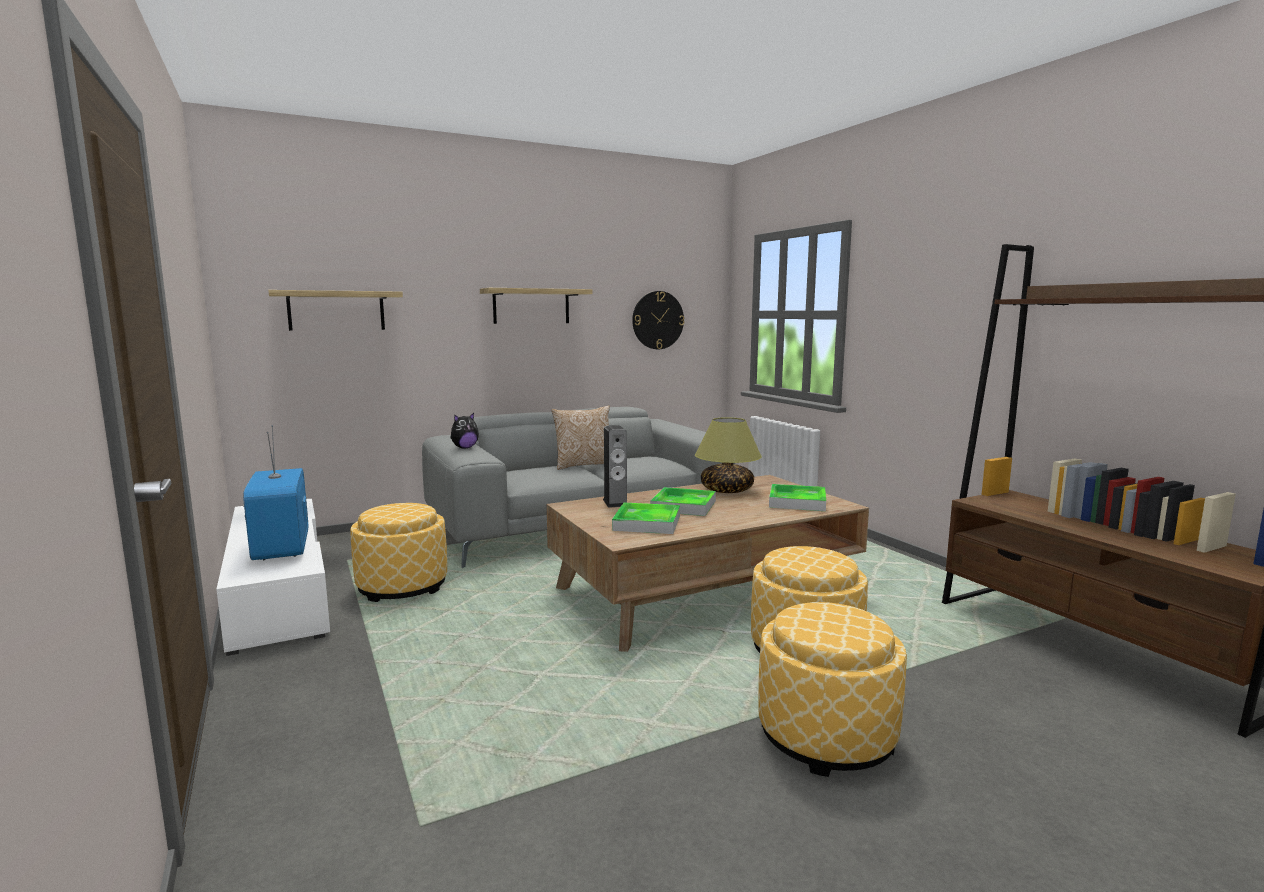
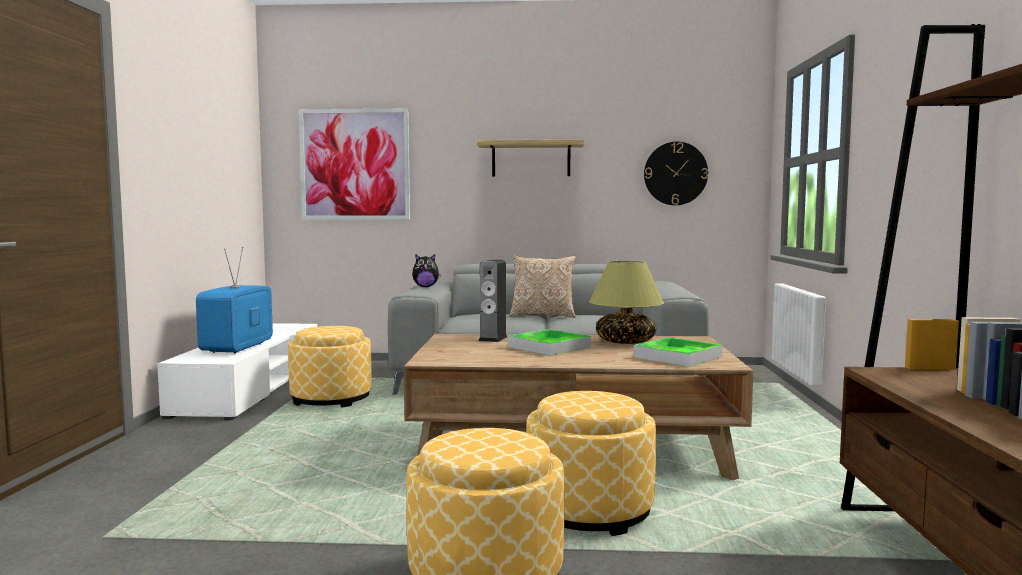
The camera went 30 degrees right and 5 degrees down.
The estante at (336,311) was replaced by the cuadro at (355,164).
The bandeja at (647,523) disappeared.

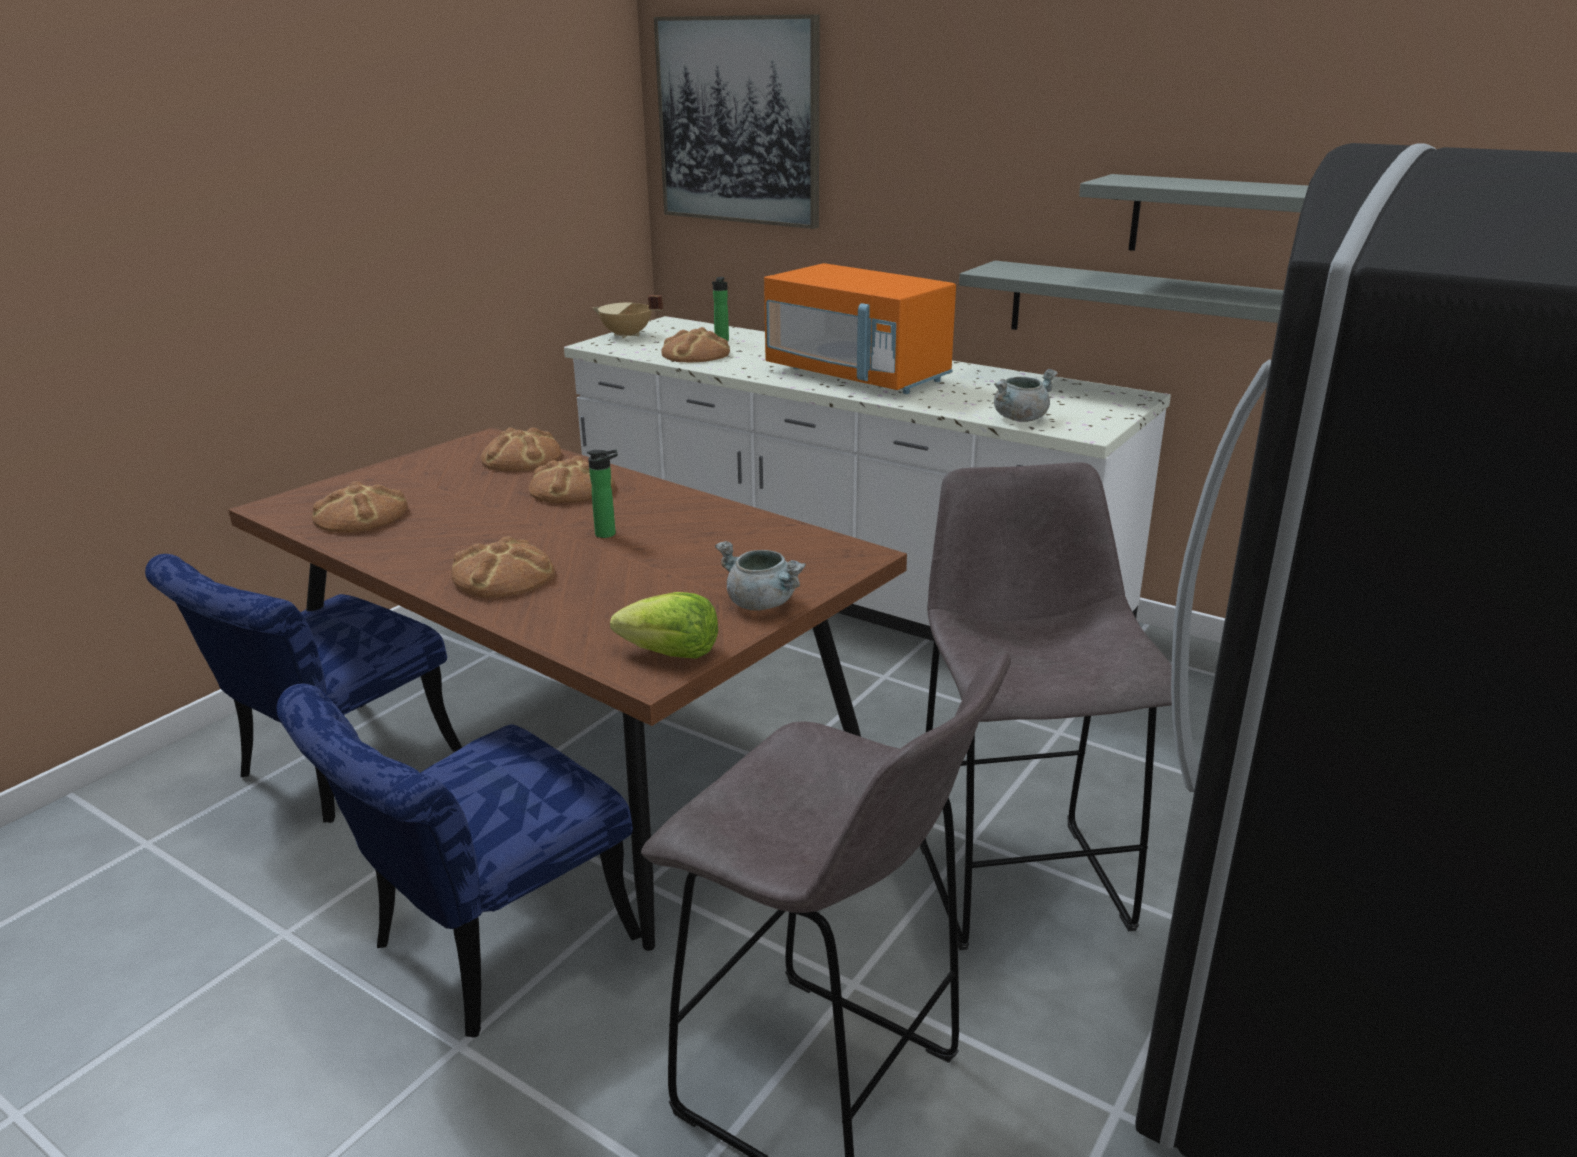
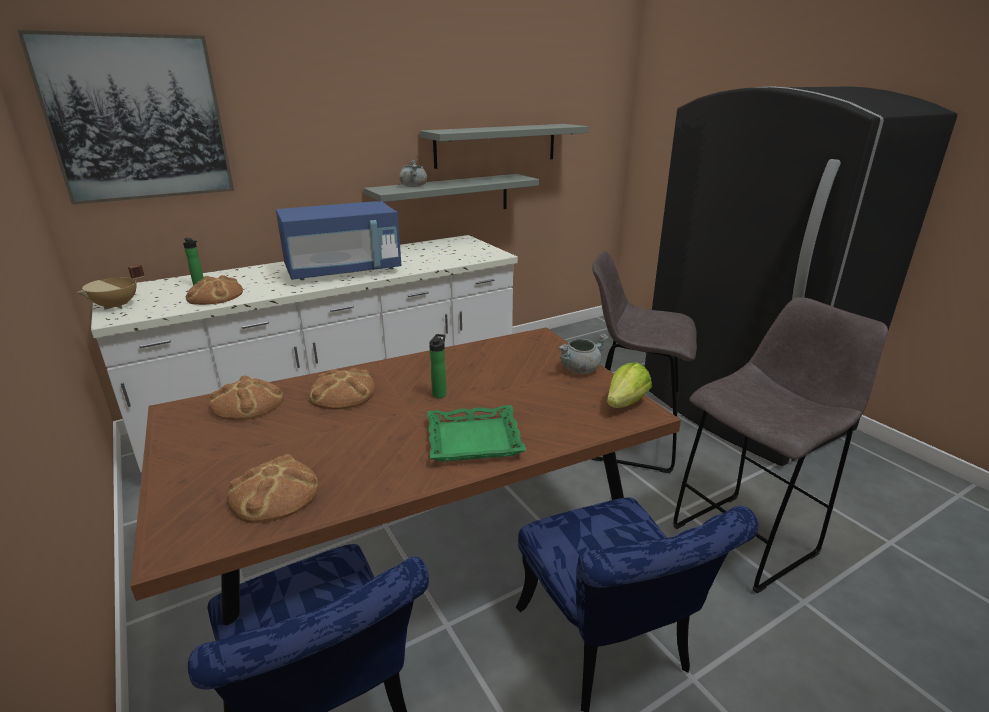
The camera went 65 degrees left and 0 degrees up.
The microondas [naranja] at (857,376) became the microondas [azul] at (343,271).
The olla [gris] moved from (1020,418) to (413,186).
The pan at (503,576) was replaced by the bandeja [verde] at (474,440).

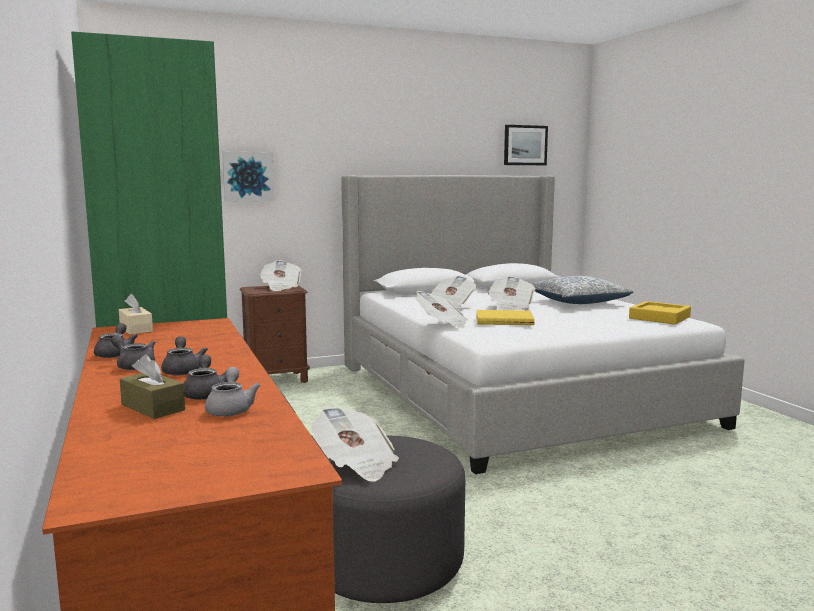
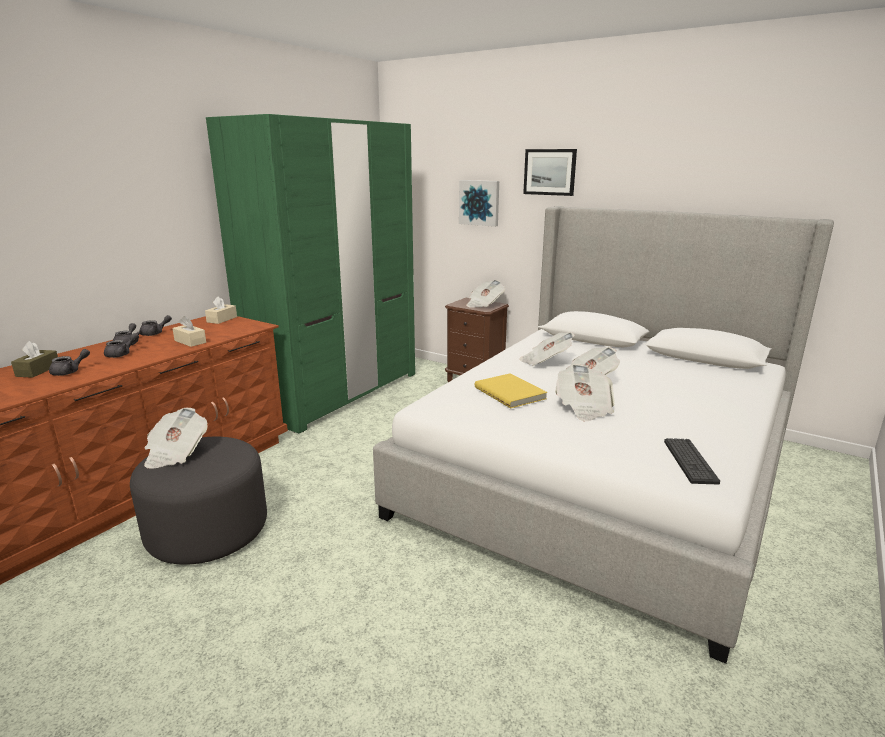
The camera went 55 degrees right and 10 degrees up.
The cuadro moved from (525,145) to (550,172).
The cojín at (578,302) disappeared.
The periódico moved from (442,324) to (583,408).
The bandeja [amarillo] at (659,318) was replaced by the teclado at (690,461).
The tetera [gris] at (231,409) disappeared.
The caja de pañuelos [beis] at (190,341) appeared.

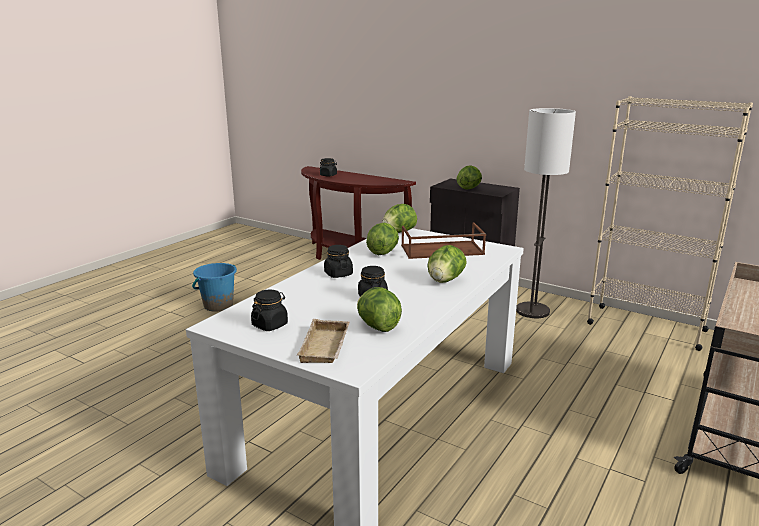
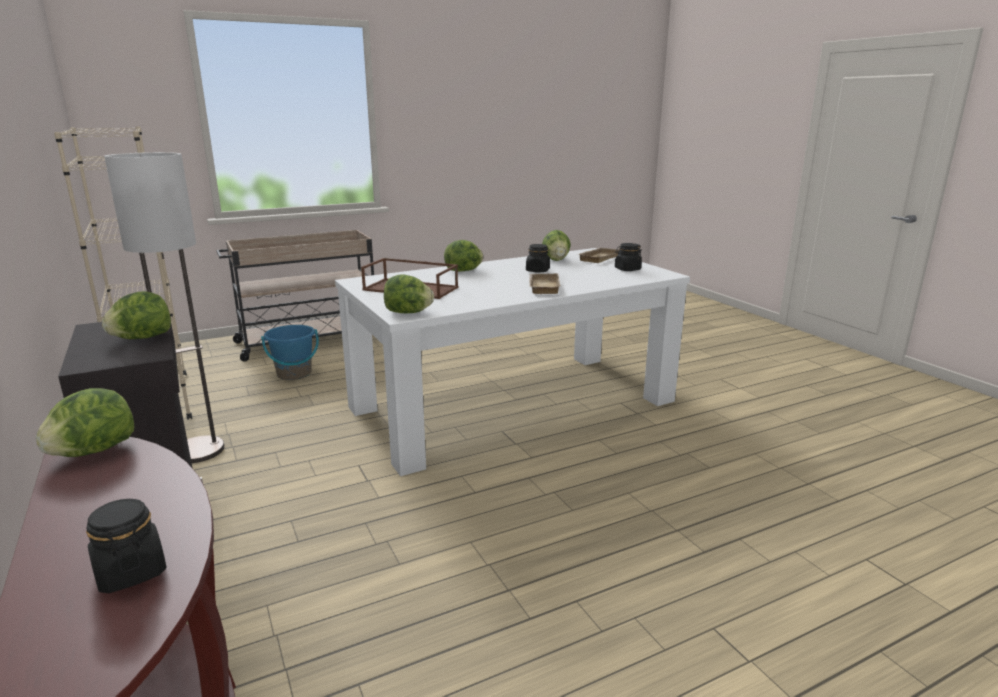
The camera went 150 degrees left and 0 degrees up.
The lechuga moved from (382,252) to (93,451).
The tarro [negro] at (338,274) was replaced by the bandeja [beis] at (542,287).
The cubo [azul] moved from (218,305) to (294,374).

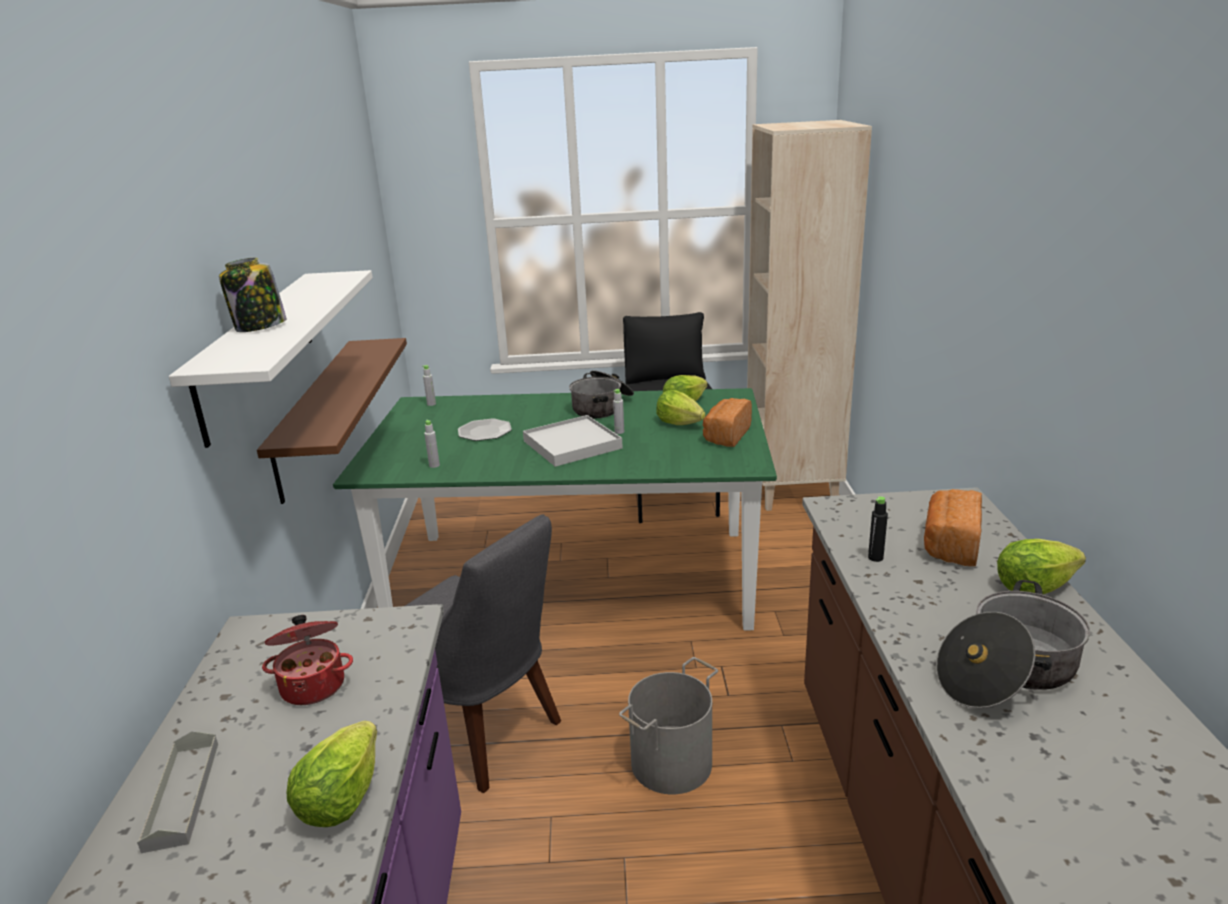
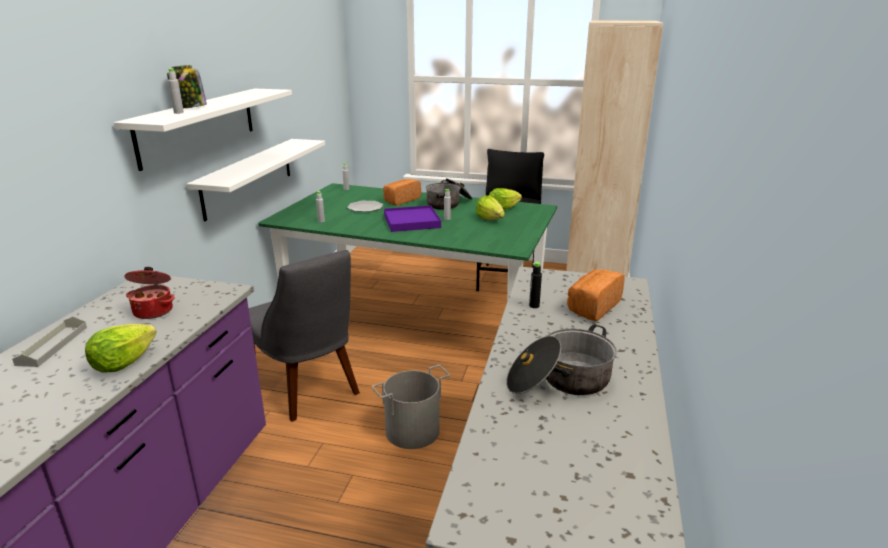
The camera went 15 degrees right and 0 degrees up.
The estante [marrón] at (316,415) became the estante [blanco] at (248,177).
The pan moved from (726,436) to (401,200).
The bandeja [blanco] at (572,445) became the bandeja [morado] at (411,221).
The lechuga at (1033,587) disappeared.
The botella [gris] at (178,113) appeared.

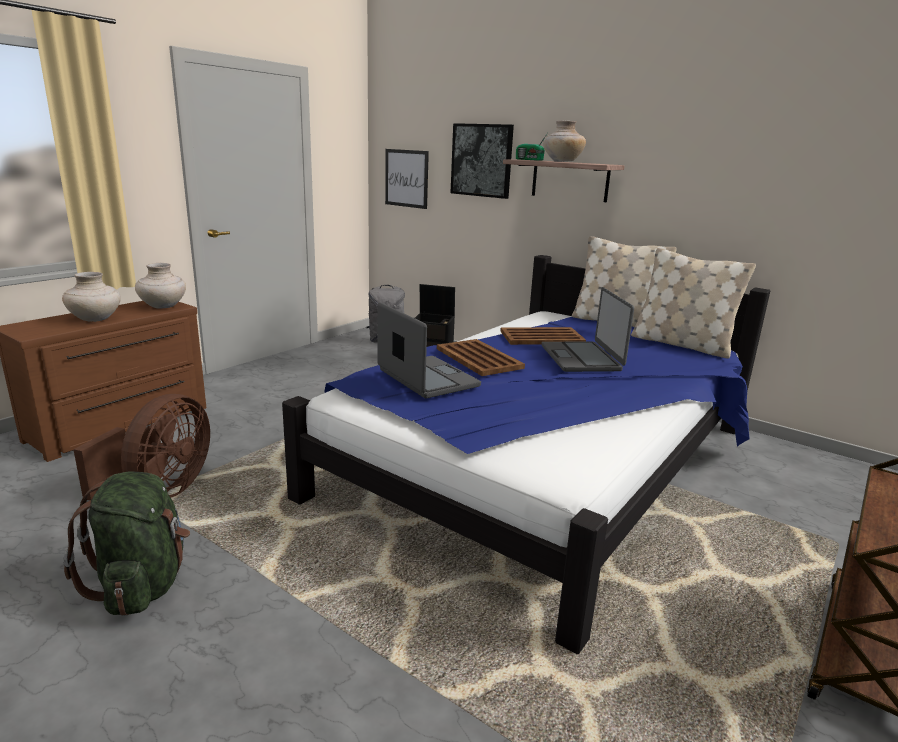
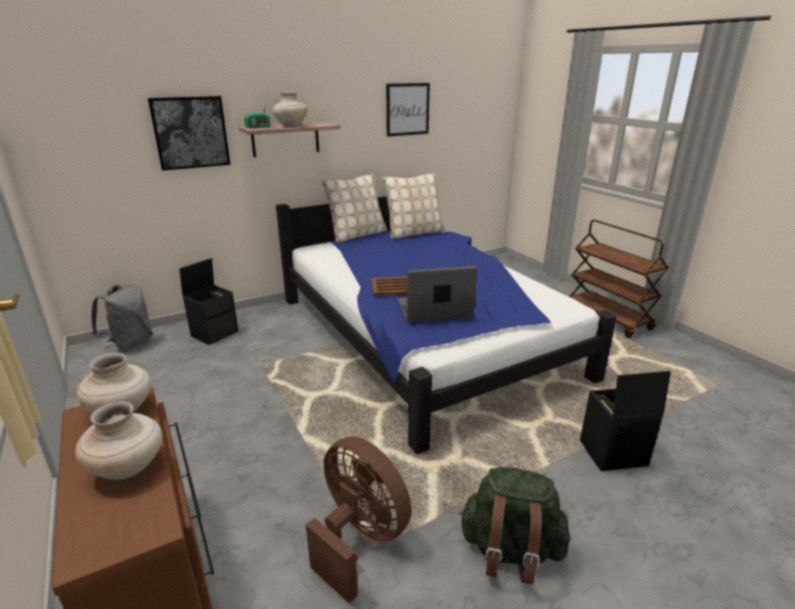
The camera went 65 degrees left and 5 degrees up.
The cuadro moved from (406,178) to (407,109).
The portátil at (582,358) disappeared.
The bandeja [marrón] at (542,337) disappeared.
The caja de almacenaje [negro] at (612,454) appeared.

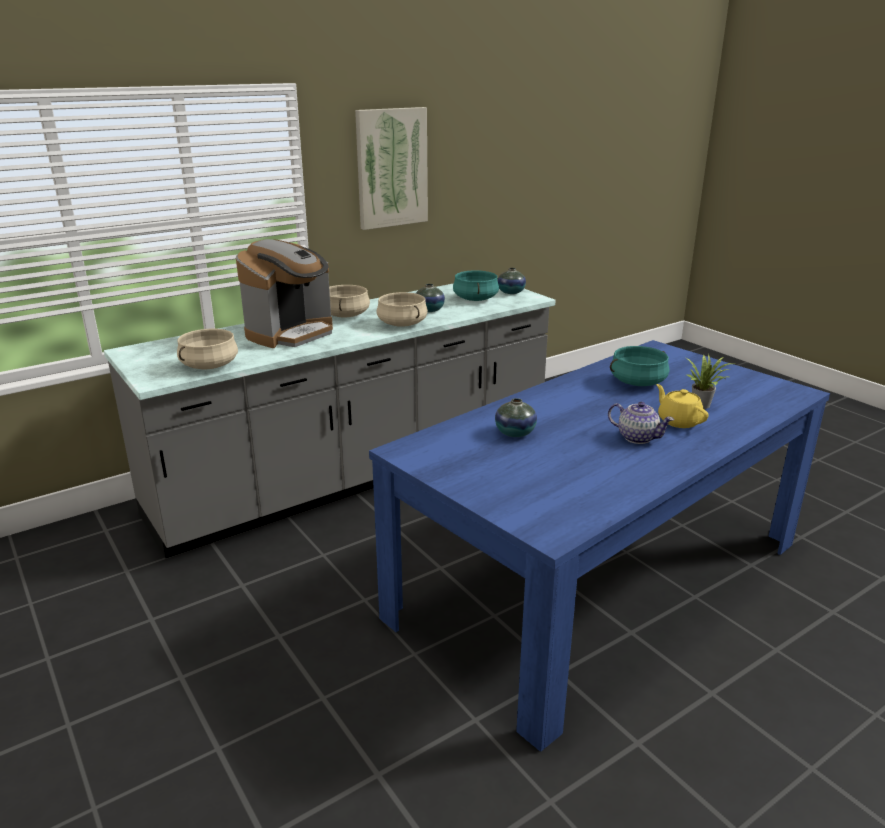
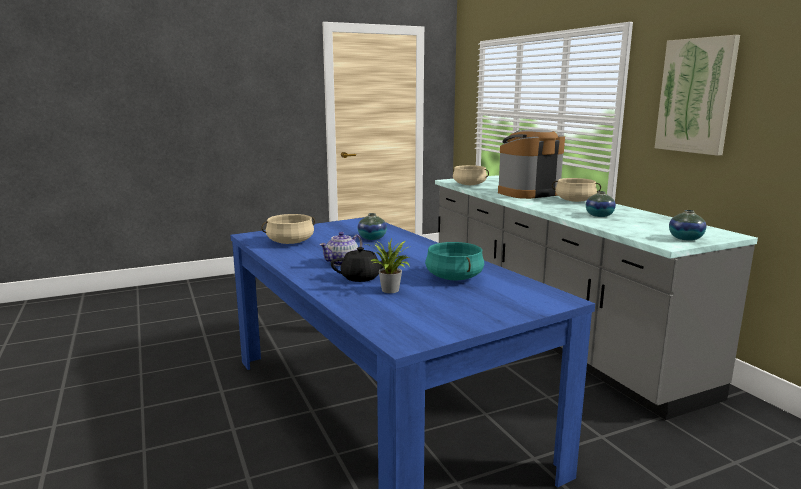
The camera went 100 degrees right and 10 degrees down.
The cafetera at (291,333) turned 105 degrees clockwise.
The olla [turquesa] at (475,299) disappeared.
The olla [beis] moved from (401,324) to (290,242).
The tetera [amarillo] at (678,421) became the tetera [negro] at (362,277).

